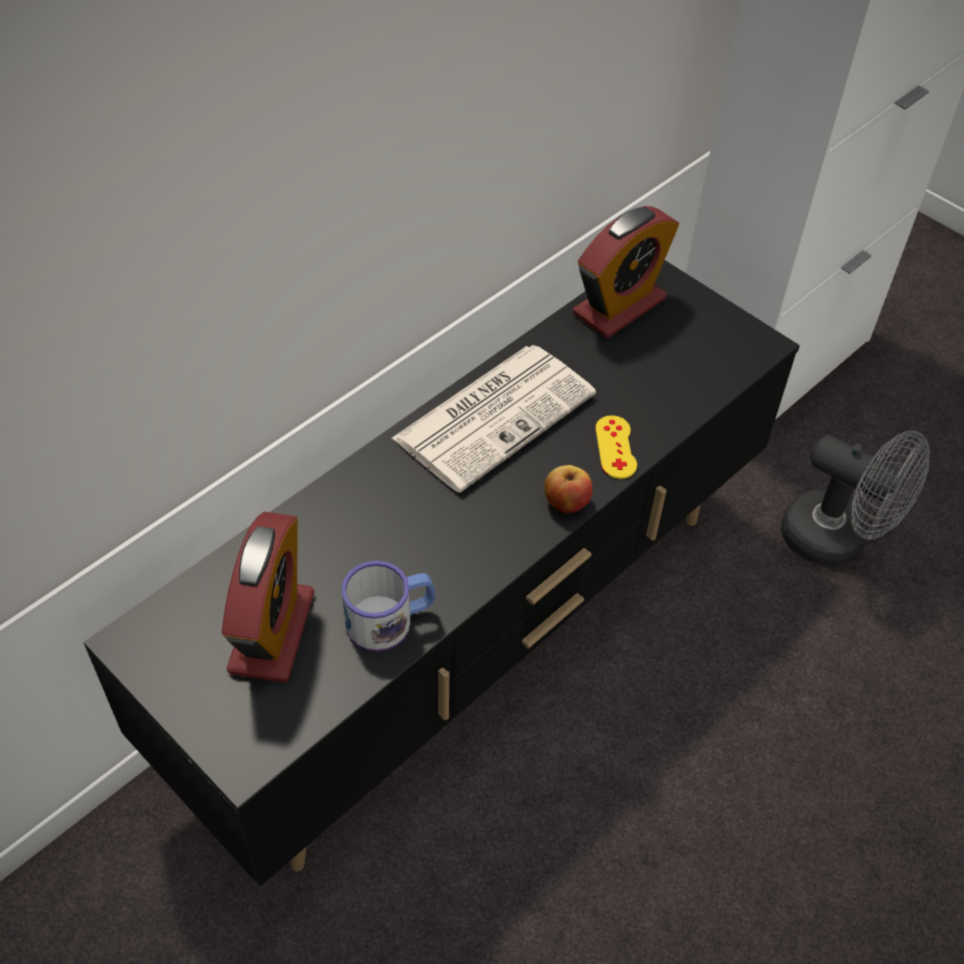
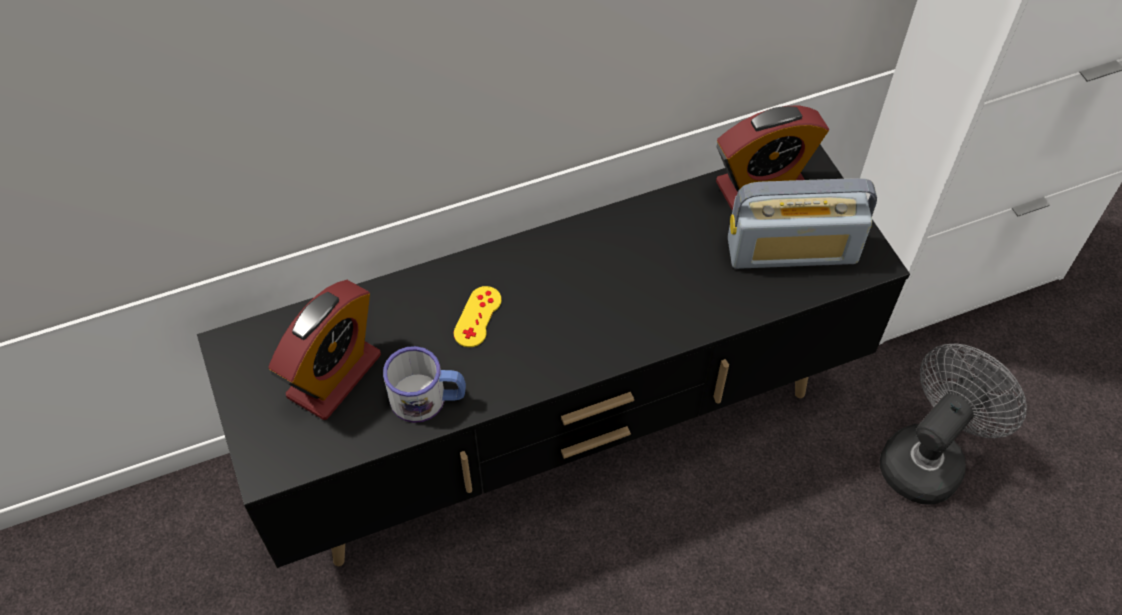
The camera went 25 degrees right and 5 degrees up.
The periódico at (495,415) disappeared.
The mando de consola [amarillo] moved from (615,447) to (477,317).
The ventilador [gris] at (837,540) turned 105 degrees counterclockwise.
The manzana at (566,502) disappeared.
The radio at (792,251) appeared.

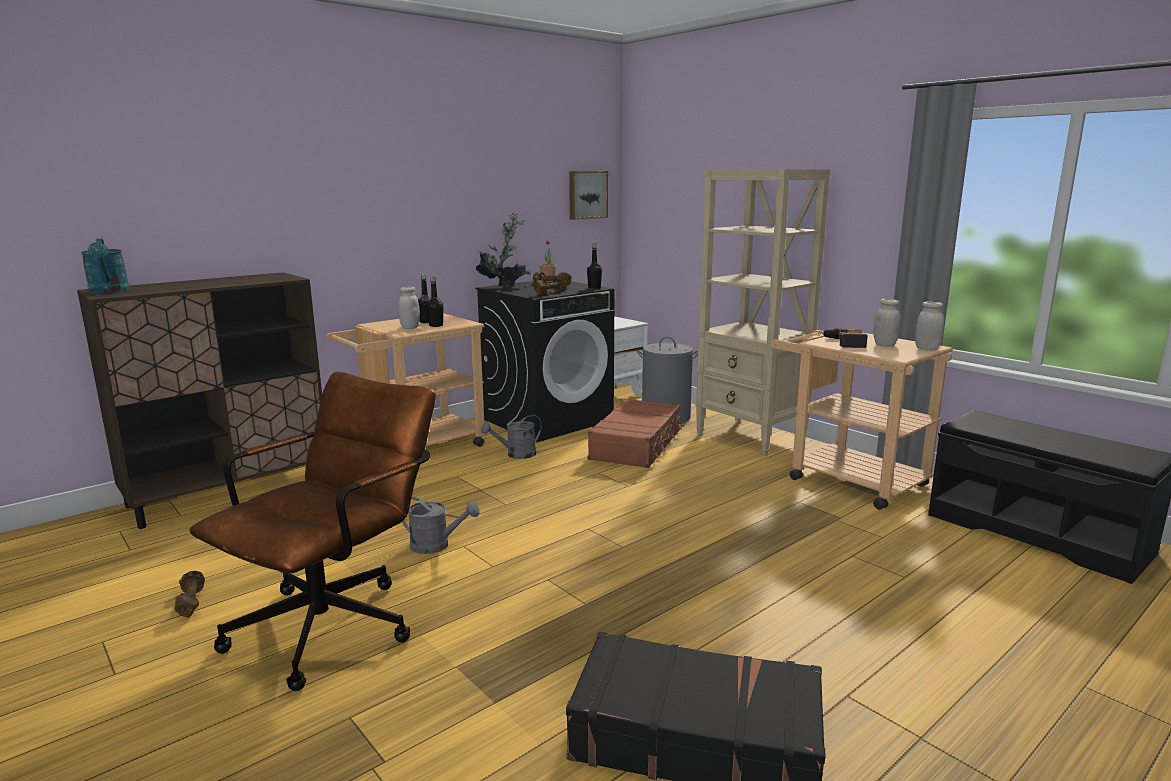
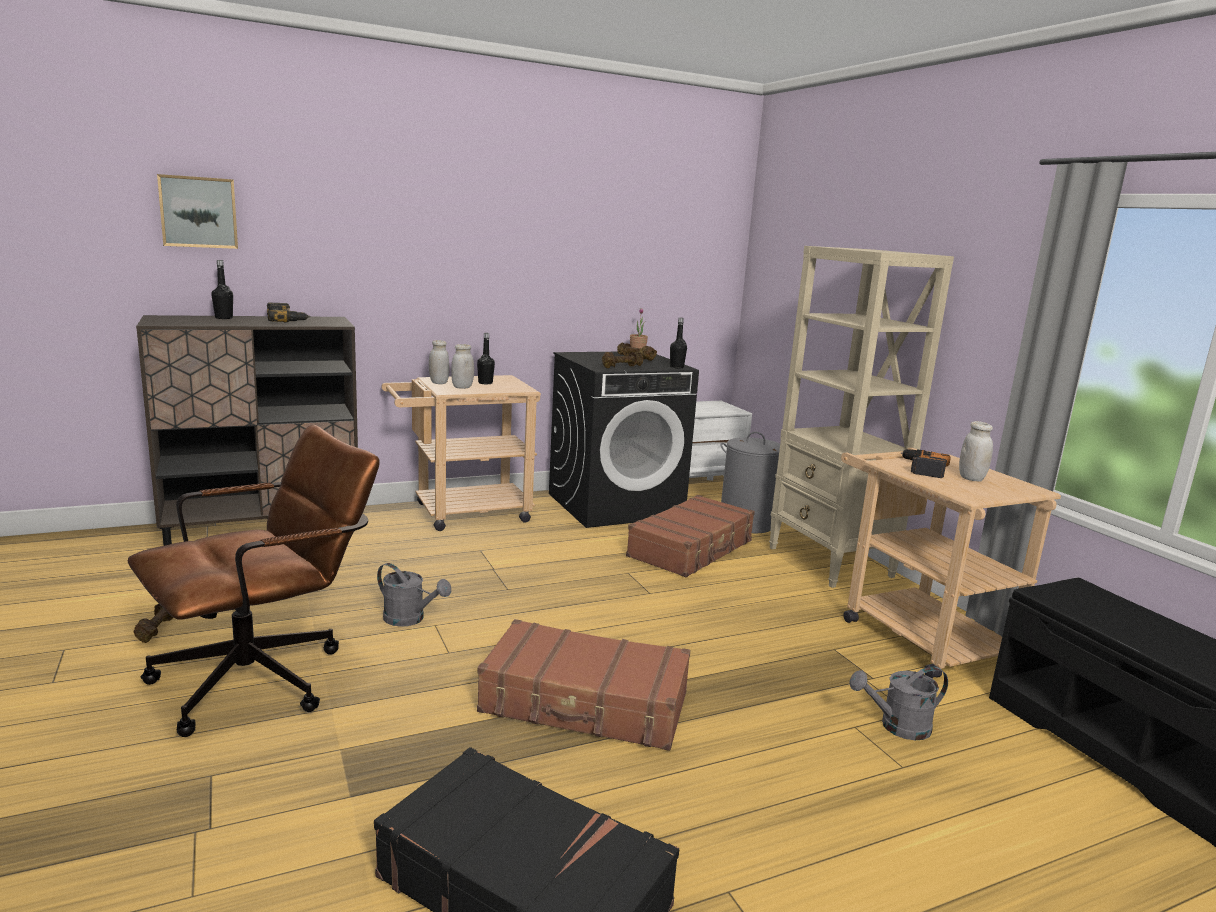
The camera went 15 degrees right and 0 degrees up.
The cuadro moved from (587,195) to (198,212).
The planta en maceta at (505,286) disappeared.
The regadera [turquesa] at (109,291) disappeared.
The botella [negro] moved from (436,325) to (224,318).
The tarro [blanco] moved from (926,349) to (439,383).
The regadera [gris] moved from (516,455) to (897,727).
The taladro at (287,320) appeared.
The maleta [marrón] at (585,704) appeared.

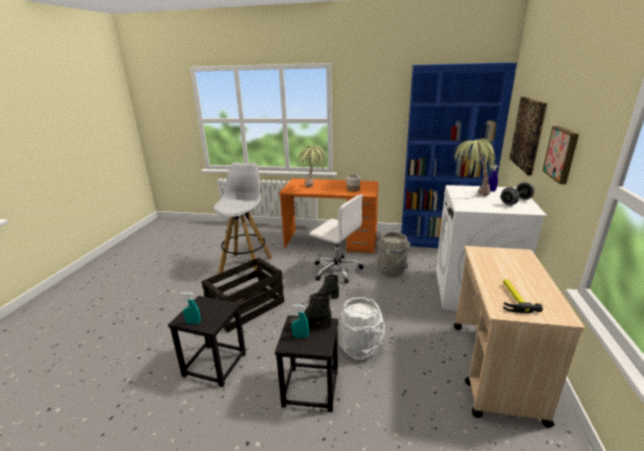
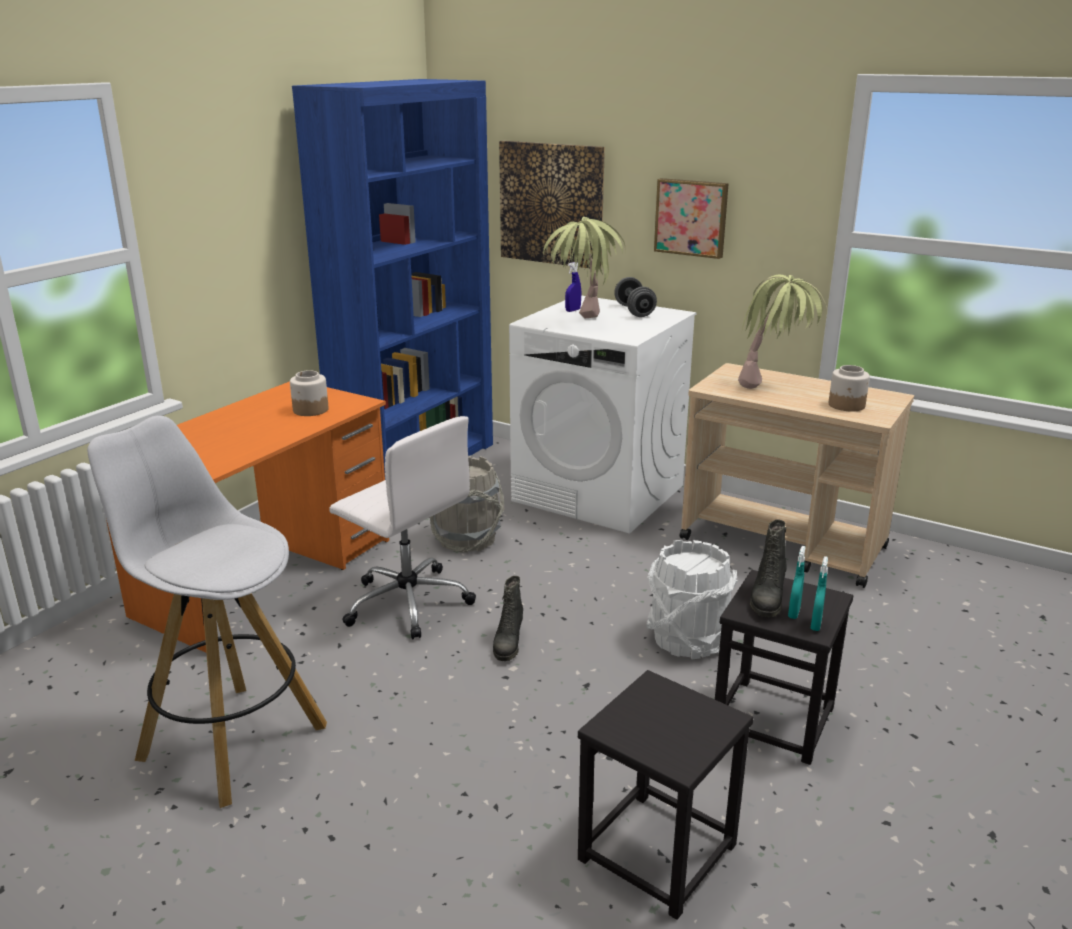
The camera went 70 degrees left and 0 degrees up.
The planta en maceta moved from (313,189) to (774,386).
The silla de oficina [blanco] at (336,270) turned 75 degrees clockwise.
The caja de embalaje at (247,307) disappeared.
The martillo at (512,298) was replaced by the tarro at (847,405).
The pulverizador [turquesa] moved from (193,322) to (816,624).

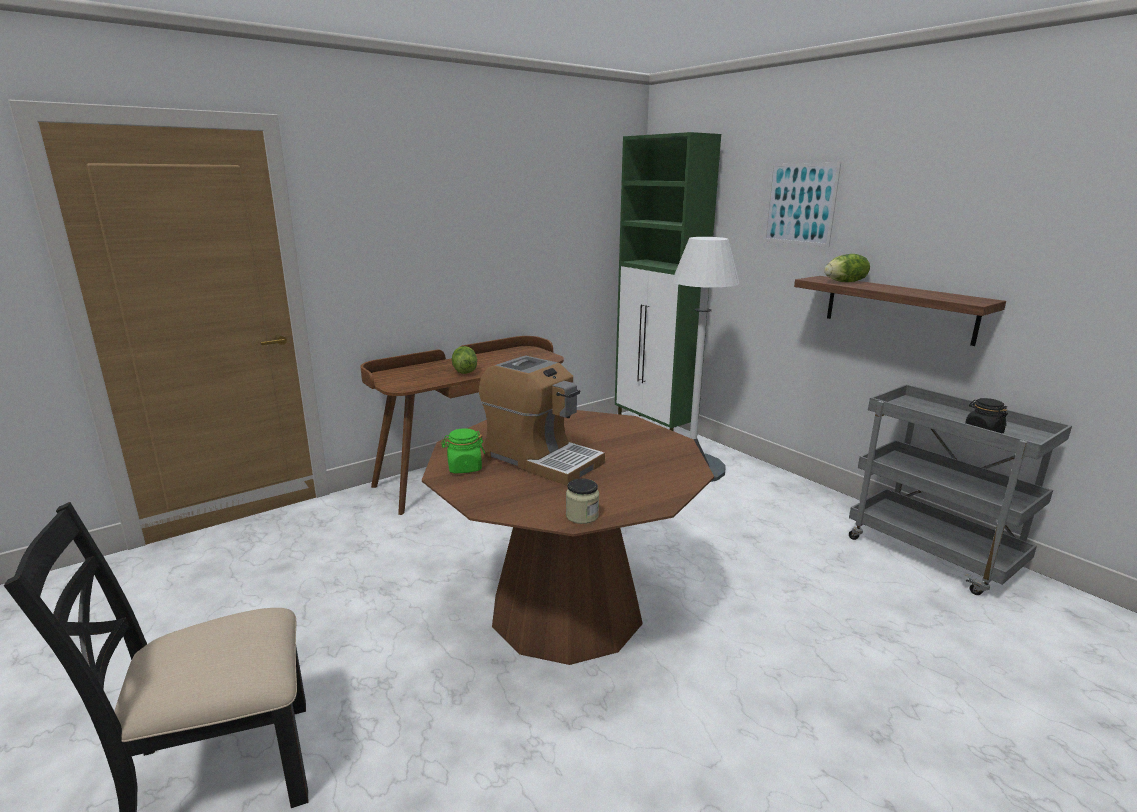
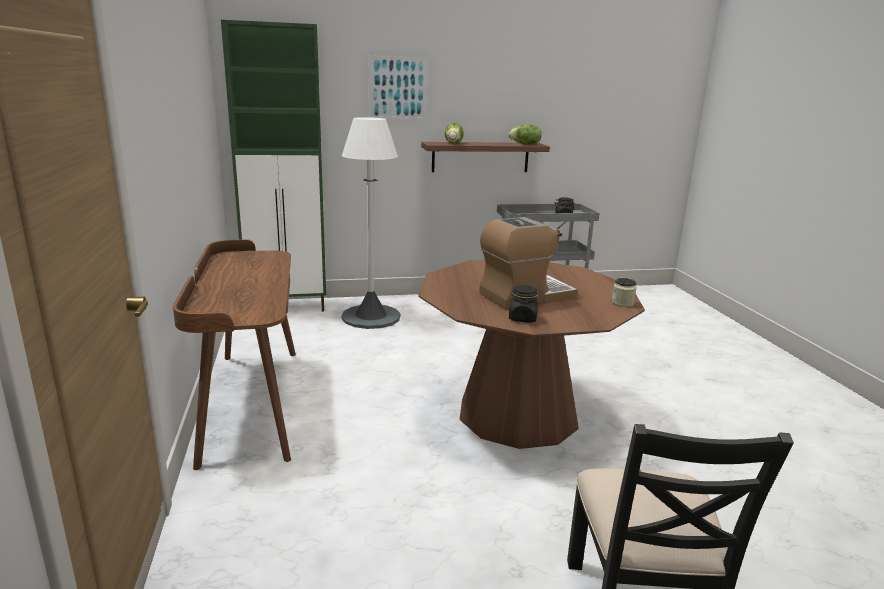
The camera went 65 degrees left and 0 degrees up.
The lechuga moved from (464,371) to (525,144).
The tarro [verde] at (464,468) became the tarro [negro] at (522,318).

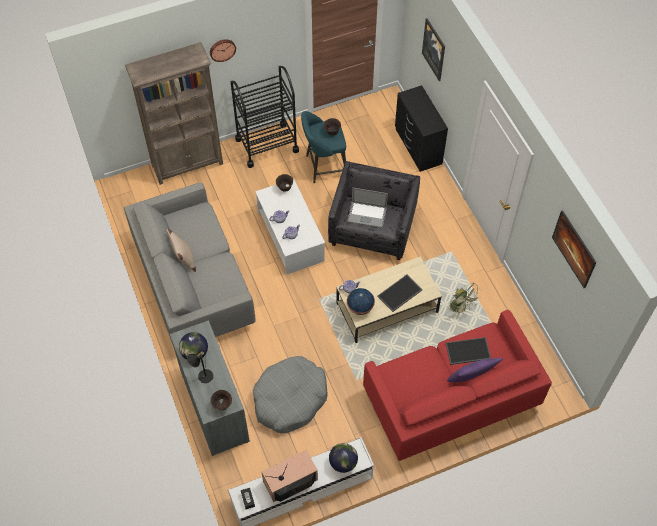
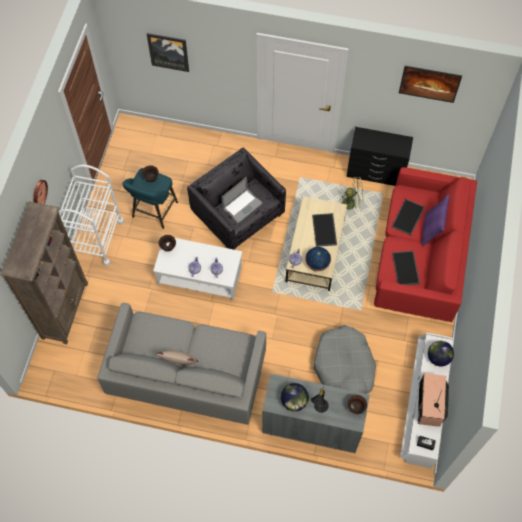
The camera went 55 degrees left and 5 degrees up.
The carrito [negro] at (267,145) became the carrito [blanco] at (97,239).
The cómoda [negro] moved from (417,147) to (375,173).
The bandeja at (406,268) appeared.

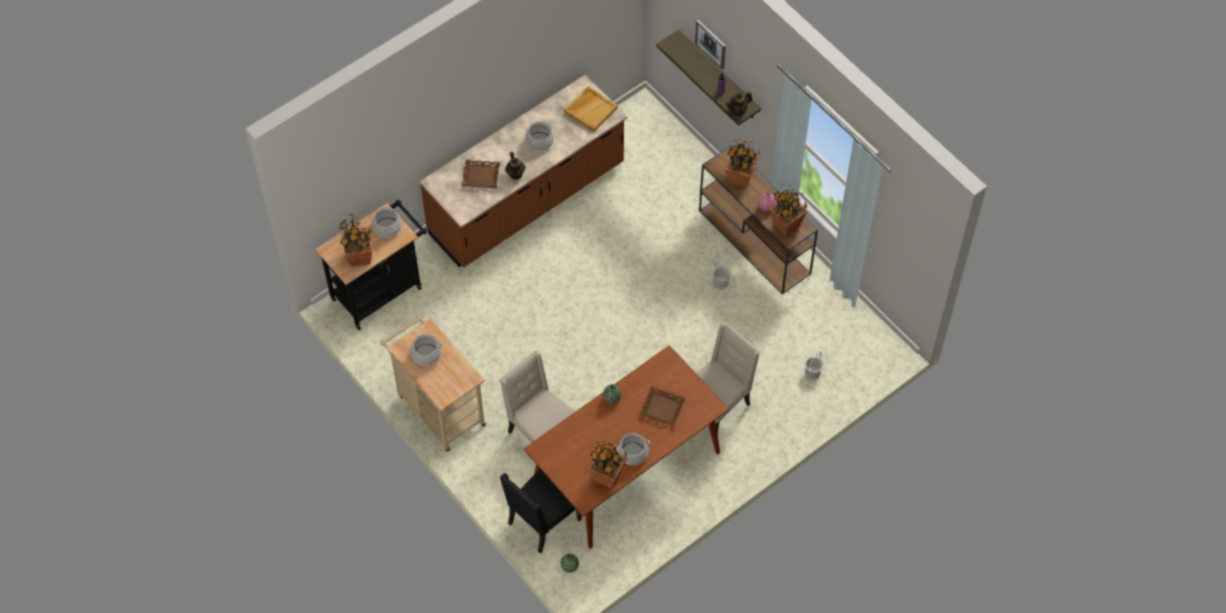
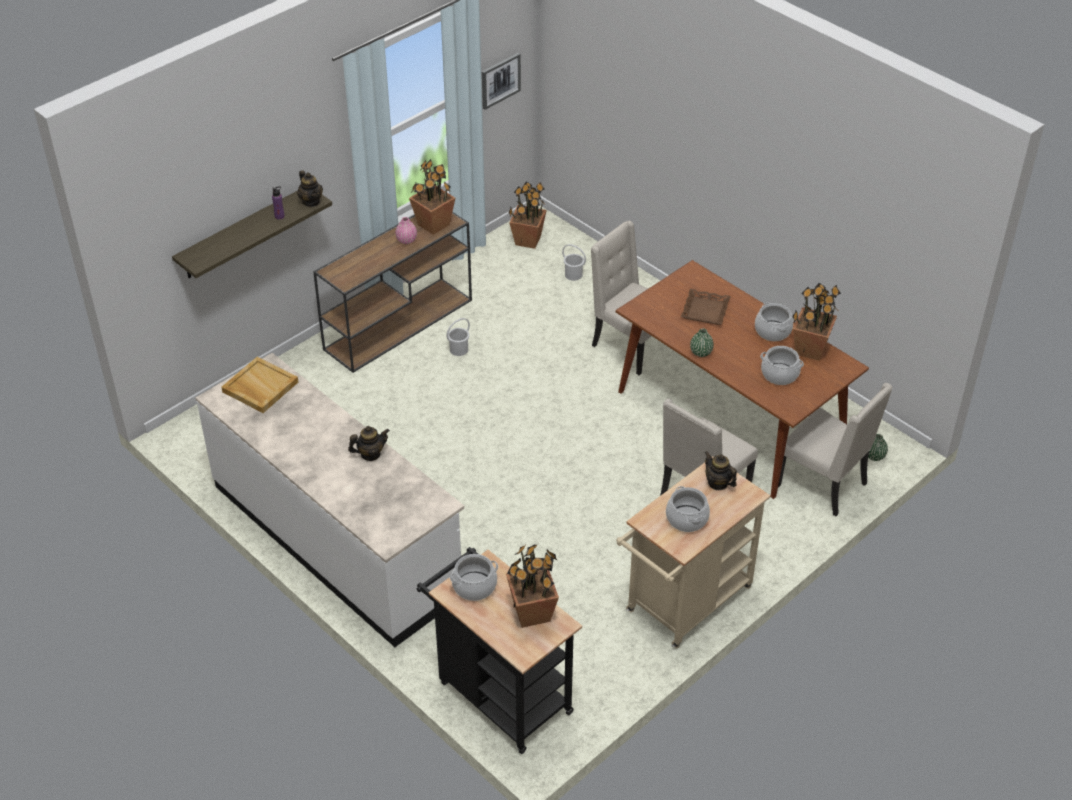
The camera went 95 degrees left and 15 degrees down.
The cuadro moved from (711,43) to (500,80).
The mueble bajo de cocina [marrón] at (527,201) became the mueble bajo de cocina [blanco] at (337,539).
The olla moved from (540,141) to (780,374).
The planta en maceta moved from (740,178) to (528,240).
The bandeja [marrón] at (481,176) disappeared.
The silla [negro] at (542,522) became the silla [beis] at (824,485).
The tetera at (718,483) appeared.

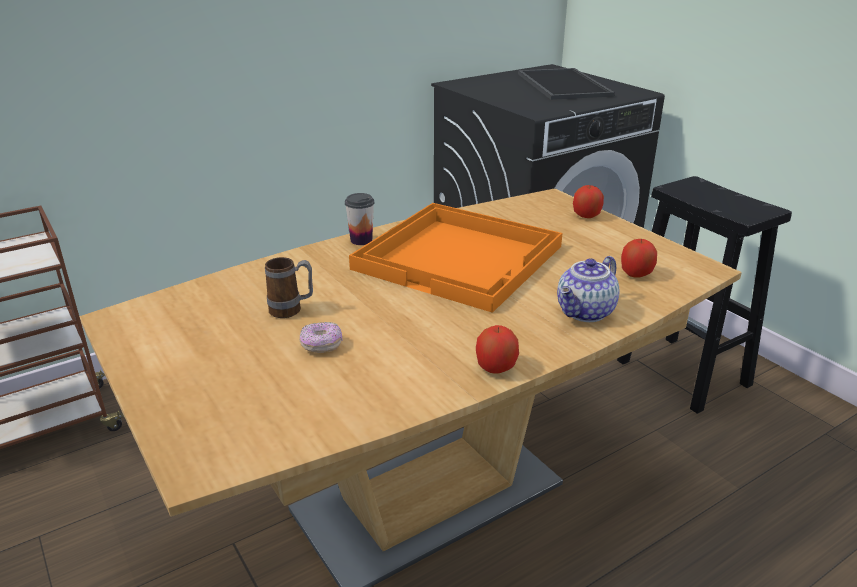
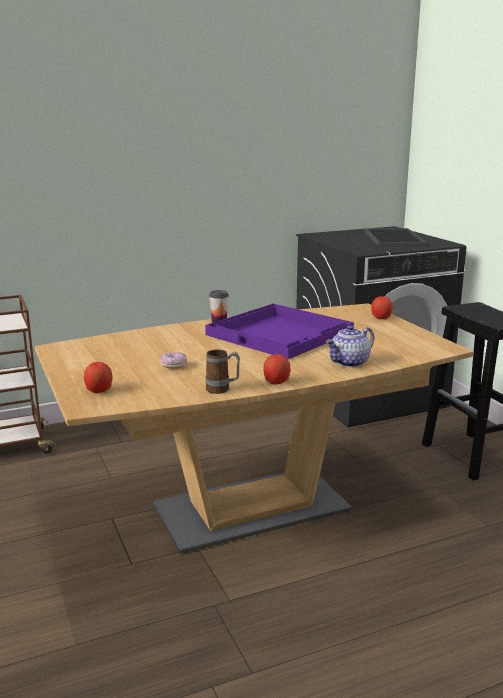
The camera went 10 degrees right and 10 degrees down.
The bandeja [naranja] at (461,257) became the bandeja [morado] at (281,333).
The manzana moved from (636,274) to (99,391).
The taza grande moved from (292,310) to (222,389).

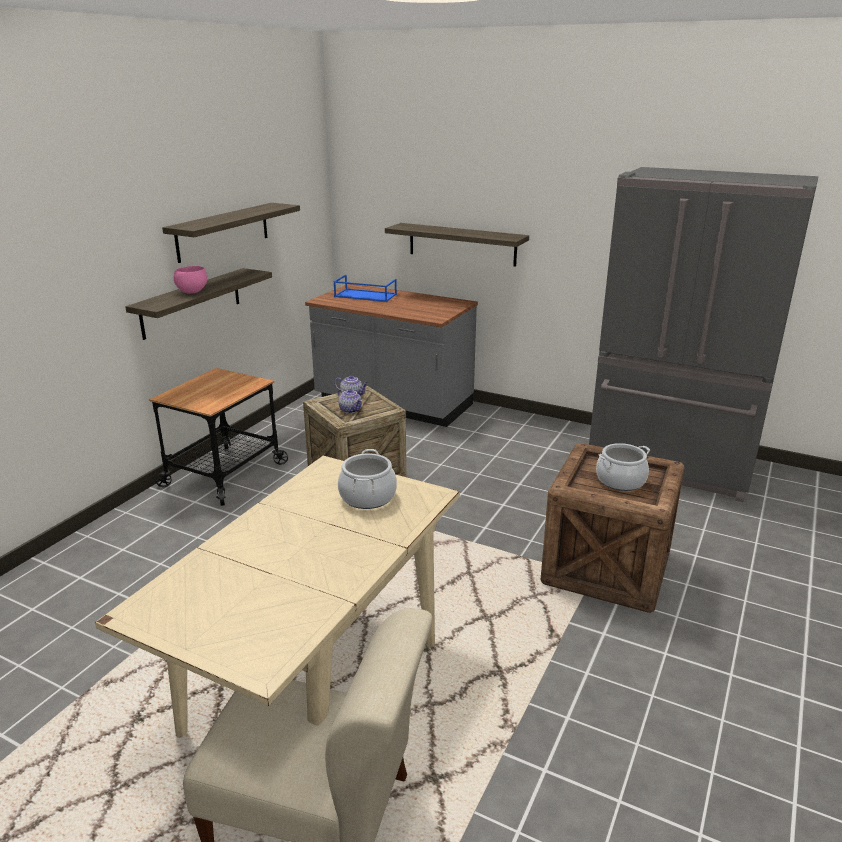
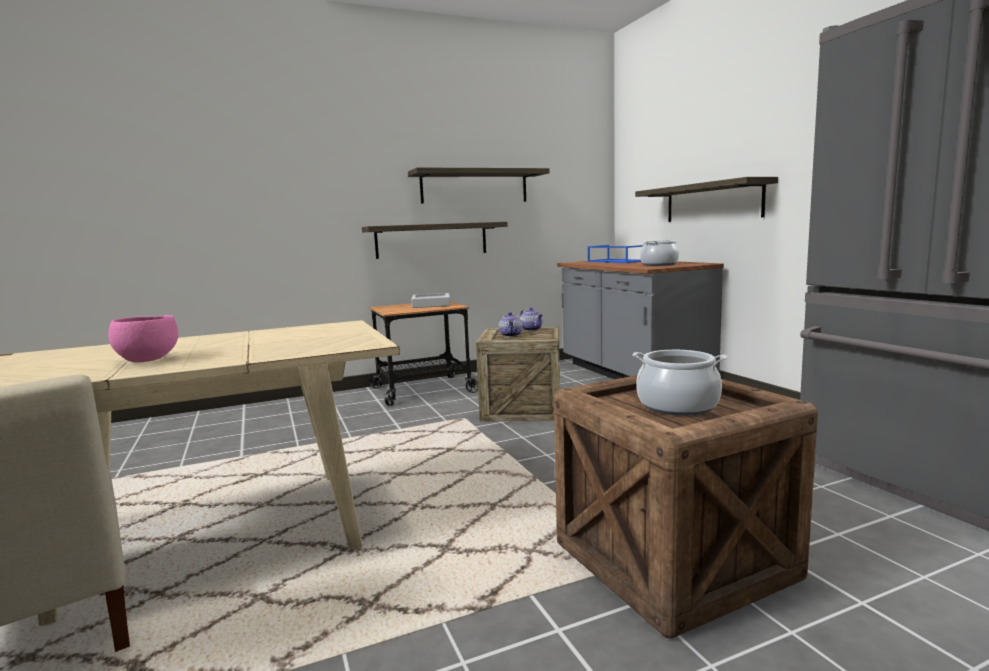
The camera went 40 degrees right and 15 degrees down.
The cuenco [rosa] moved from (191,292) to (148,360).
The olla moved from (367,497) to (659,264).
The bandeja [gris] at (431,304) appeared.

